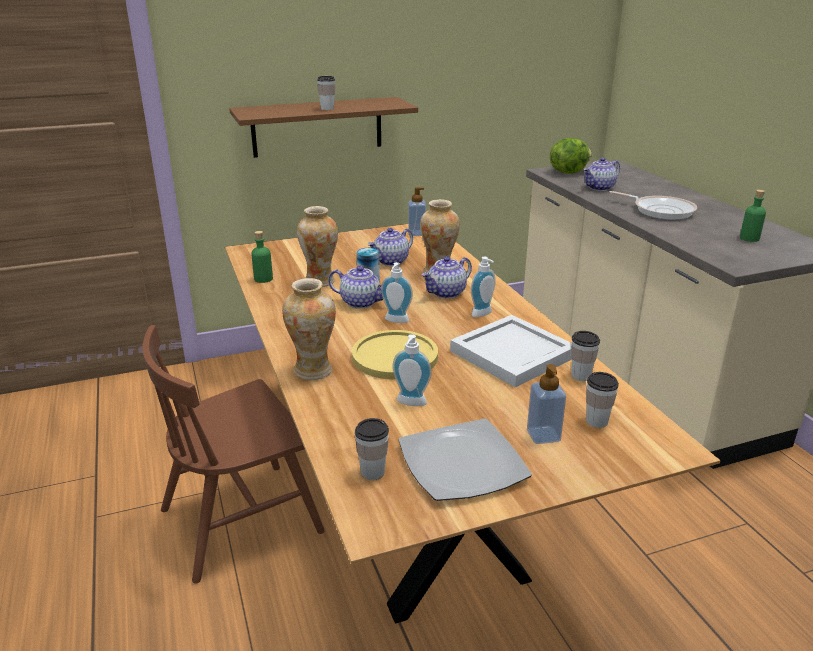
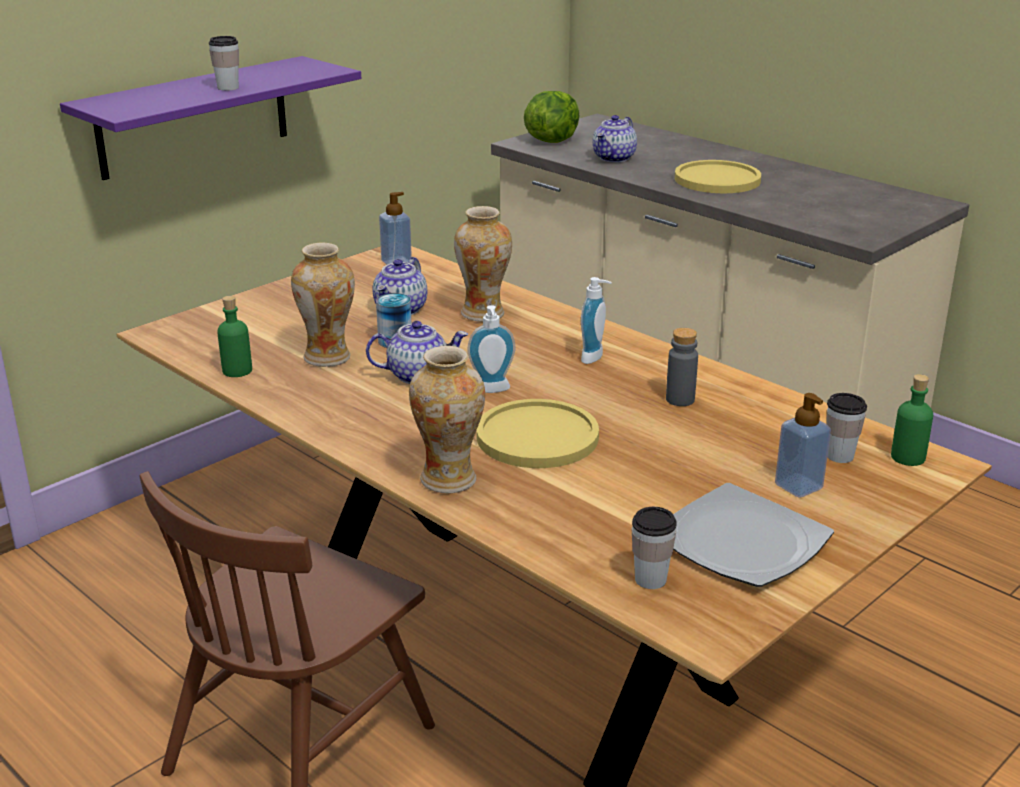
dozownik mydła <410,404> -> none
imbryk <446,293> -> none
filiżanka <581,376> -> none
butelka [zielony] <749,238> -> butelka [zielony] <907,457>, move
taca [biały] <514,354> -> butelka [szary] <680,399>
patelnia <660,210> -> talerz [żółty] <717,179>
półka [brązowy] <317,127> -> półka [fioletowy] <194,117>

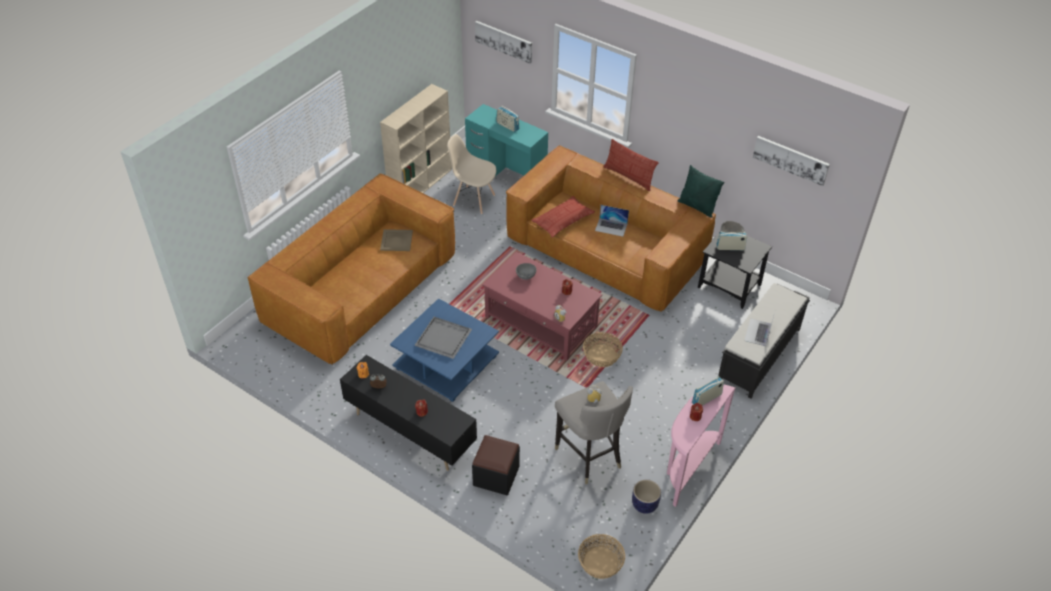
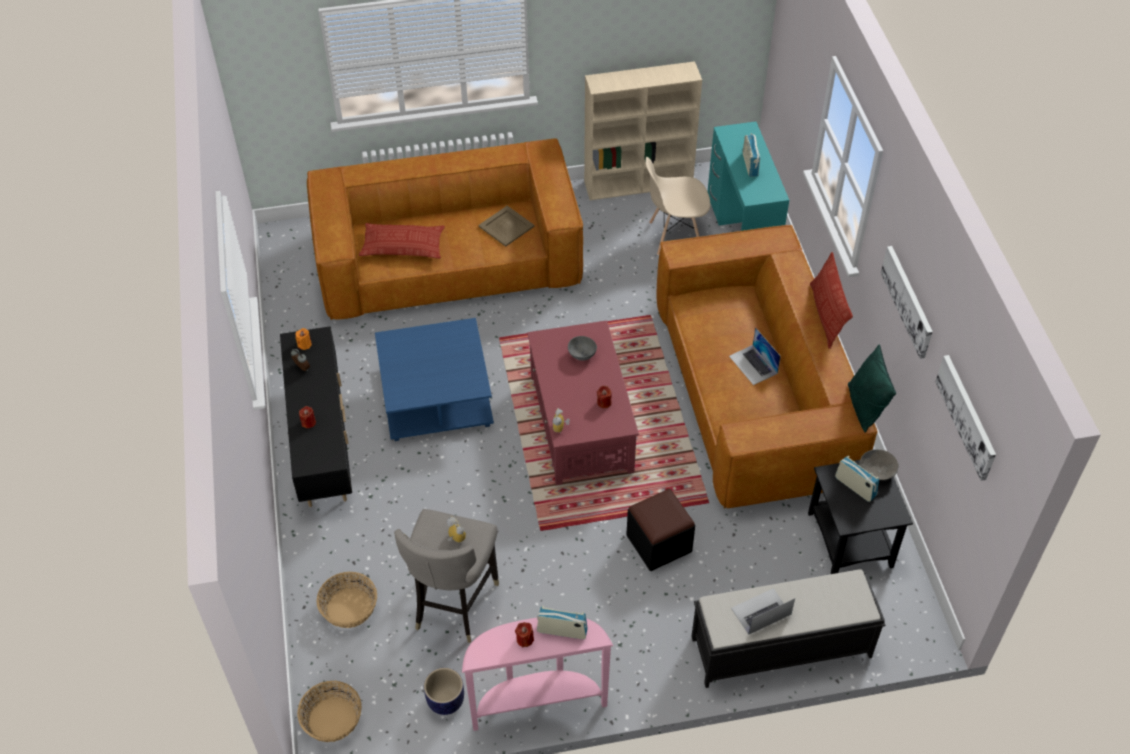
taca [szary] <443,337> -> none
pufa [czarny] <496,476> -> pufa [czarny] <659,543>, move
obraz <504,41> -> obraz <908,300>, move
poduszka <562,220> -> poduszka <403,245>, move
koszyk <601,356> -> koszyk <349,608>, move
krzesło [beżowy] <473,200> -> krzesło [beżowy] <674,236>, 75 degrees counterclockwise

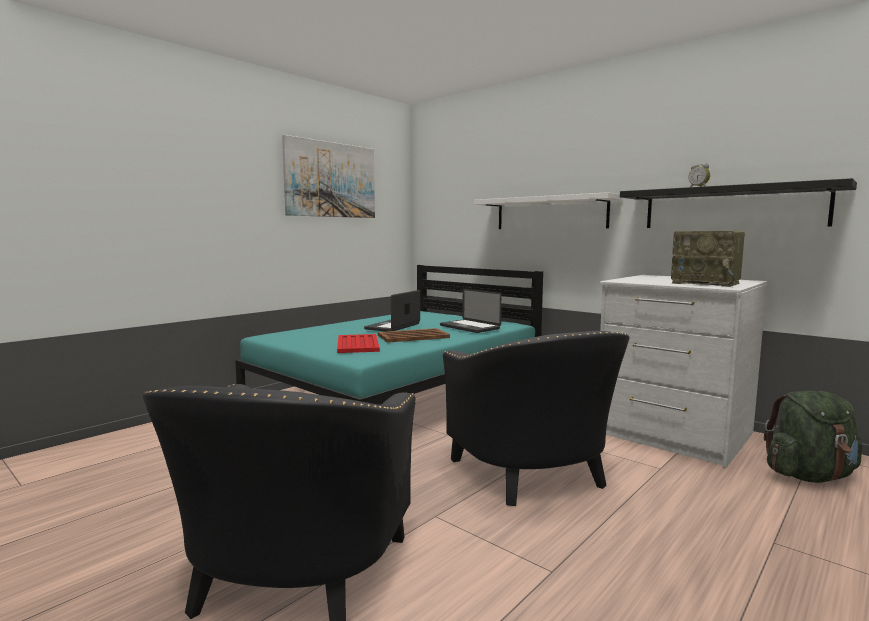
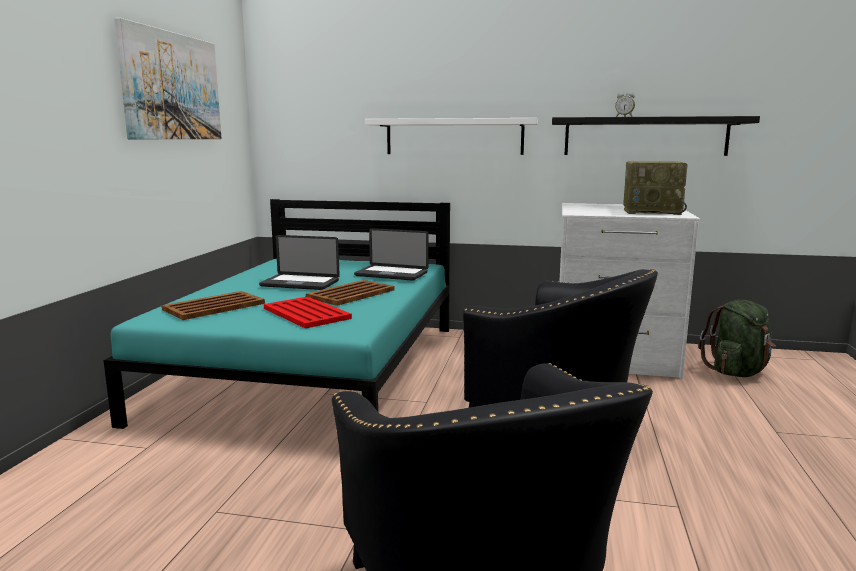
none -> taca [brązowy] <213,306>
laptop <393,326> -> laptop <300,283>, 75 degrees counterclockwise

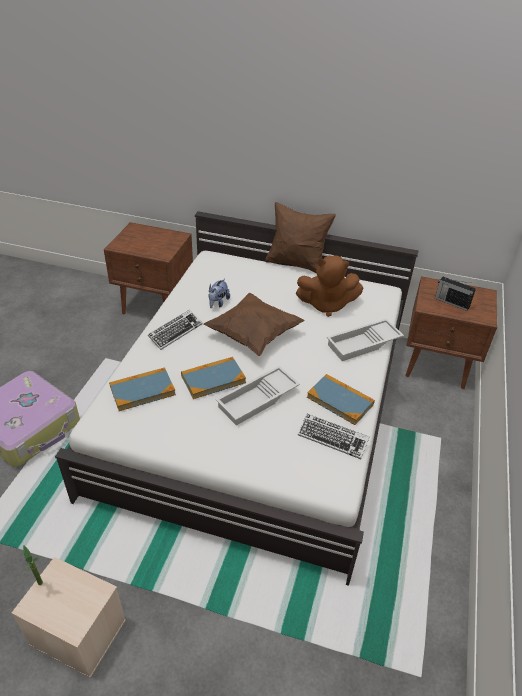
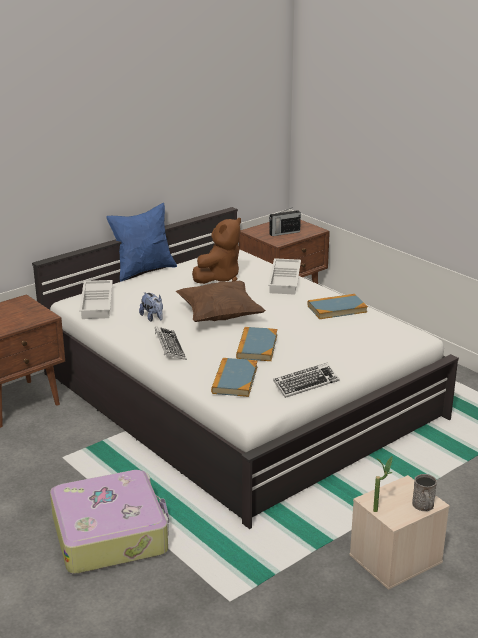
none -> kubek [szary] <423,506>
taca [biały] <258,400> -> taca [biały] <98,304>, move
klawiatura <332,438> -> klawiatura <306,384>, move
poduszka [brązowy] <296,264> -> poduszka [niebieski] <144,270>

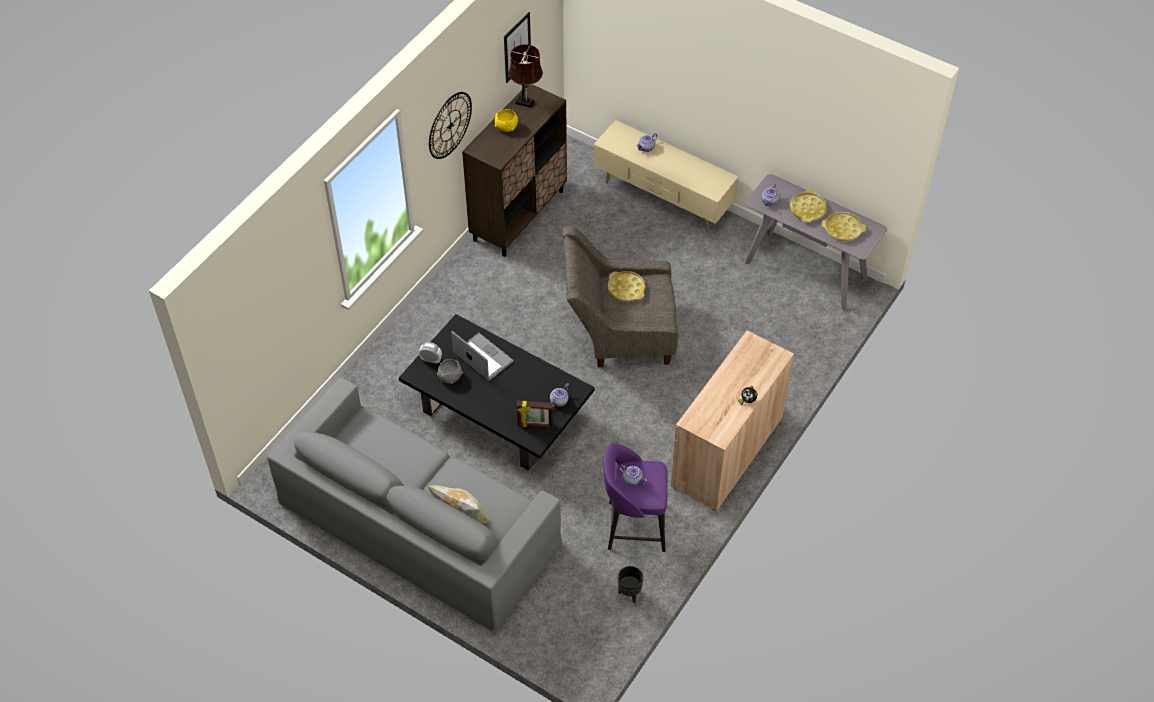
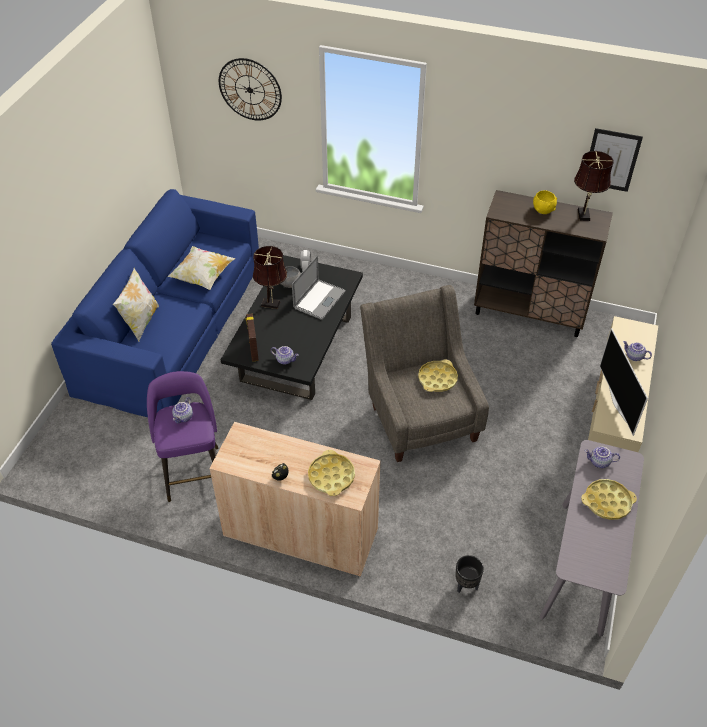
none -> poduszka <202,277>
none -> lampa stołowa [brązowy] <272,304>
none -> telewizor <618,404>
zegar ścienny <450,125> -> zegar ścienny <250,90>, move
donica [czarny] <629,593> -> donica [czarny] <466,585>, move
taca [żółty] <843,229> -> taca [żółty] <331,476>, move
kanapa [szary] <418,522> -> kanapa [niebieski] <171,324>

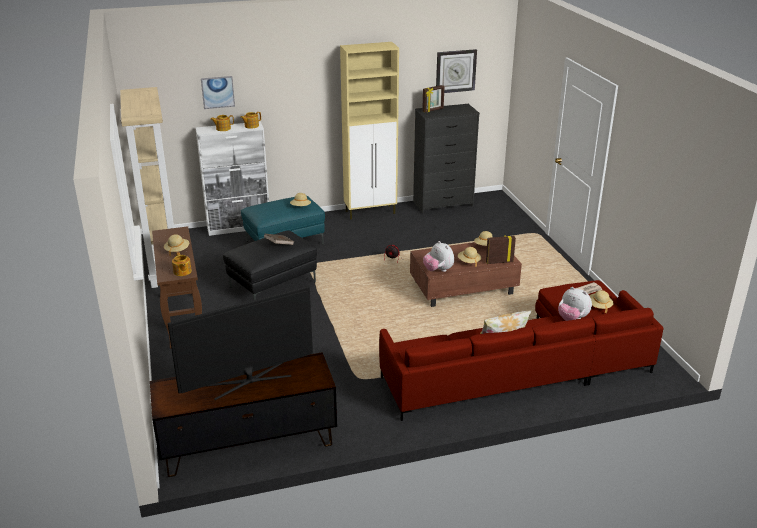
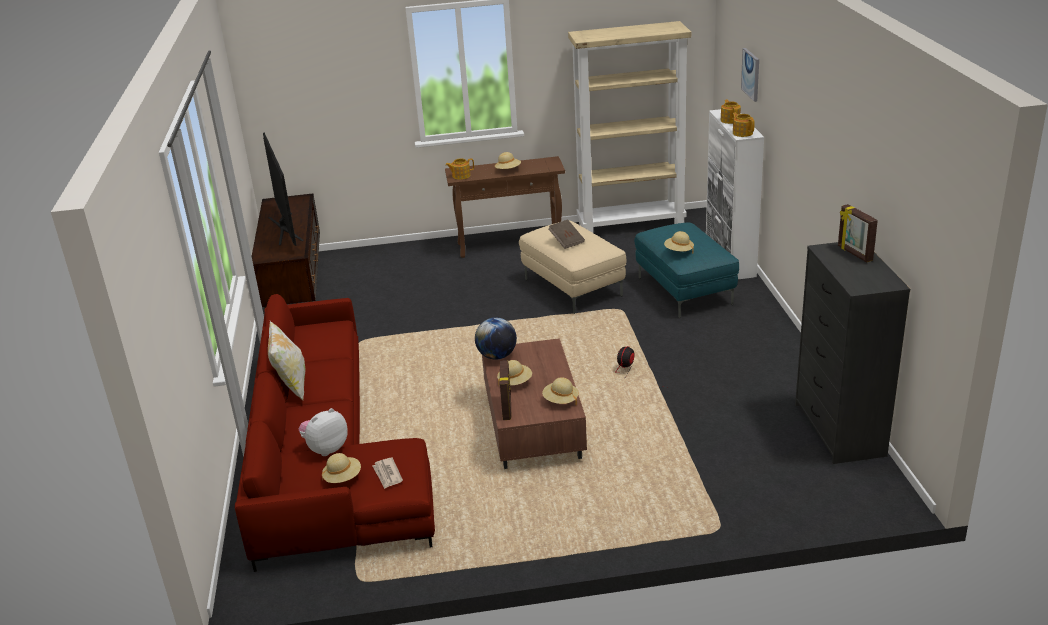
szafka [beżowy] <371,212> -> none
zegar ścienny <455,71> -> none
pluszak <438,270> -> globus <497,356>
pufa [czarny] <272,284> -> pufa [beżowy] <574,287>

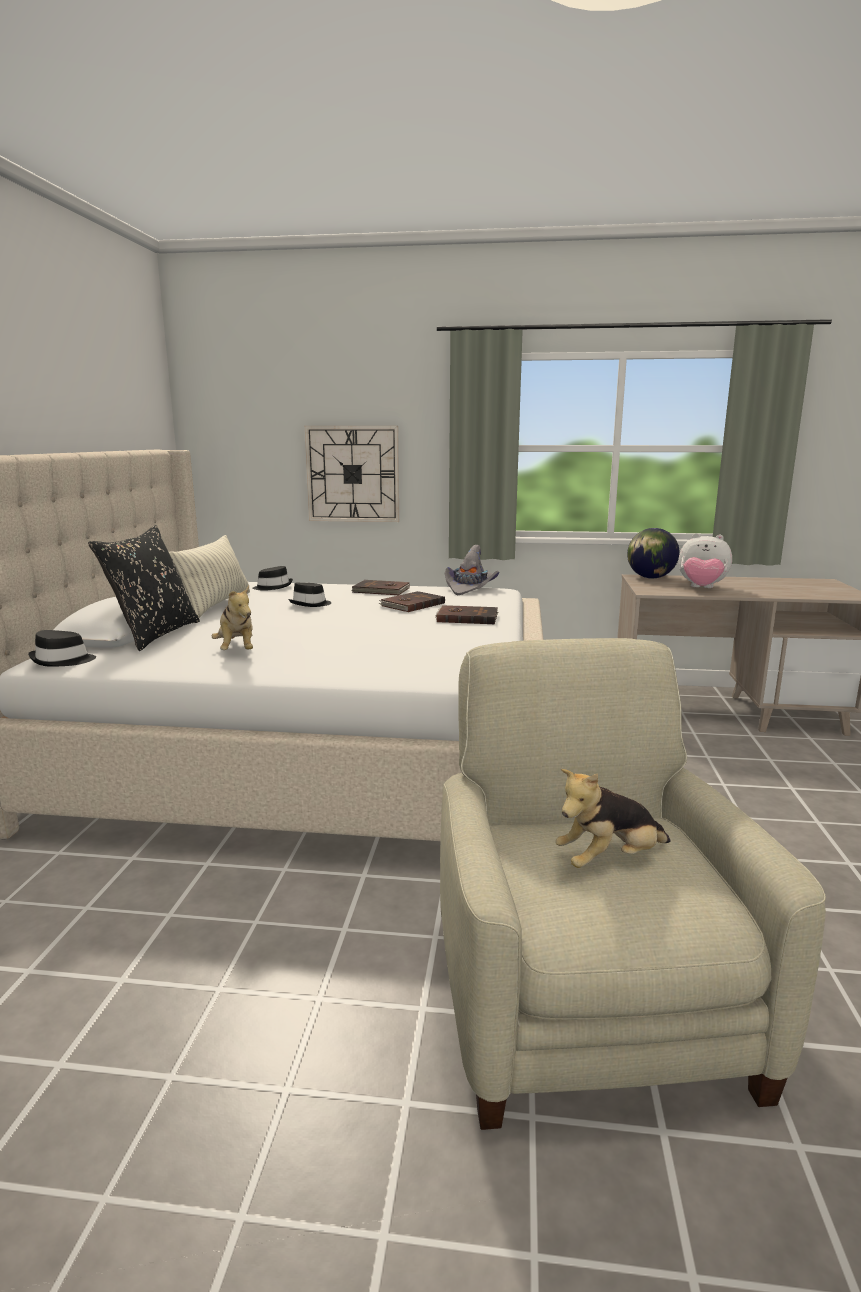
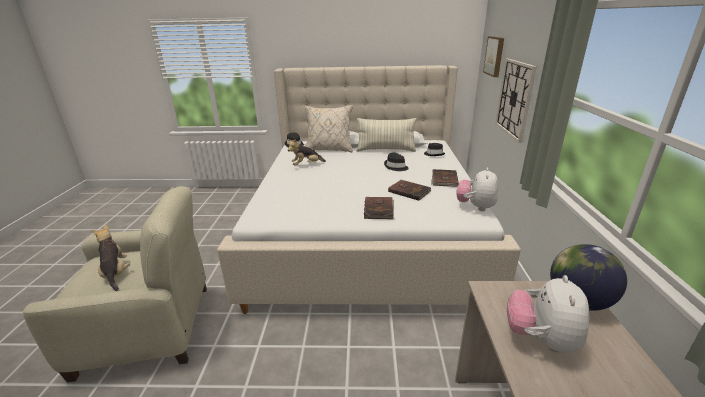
none -> obraz <495,56>
kapelusz [szary] <470,588> -> pluszak <475,207>
poduszka [czarny] <154,635> -> poduszka [beżowy] <329,149>

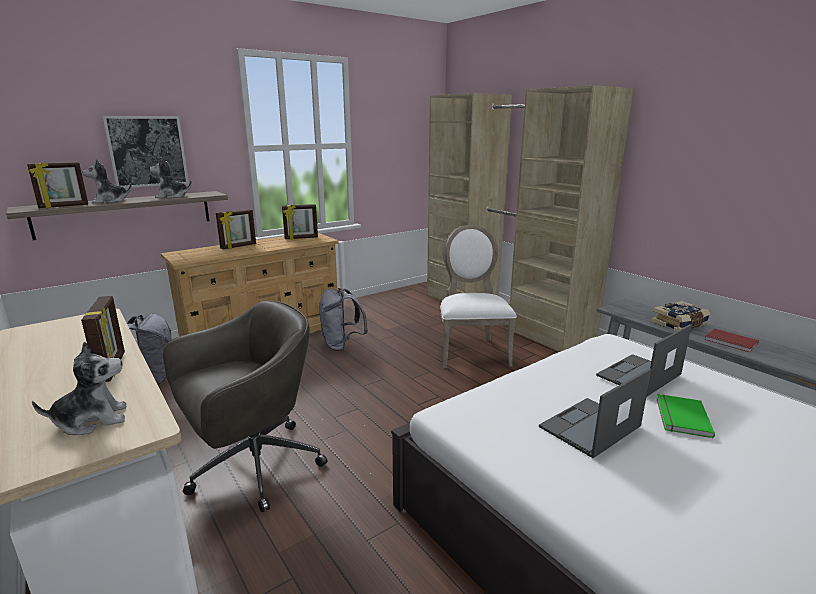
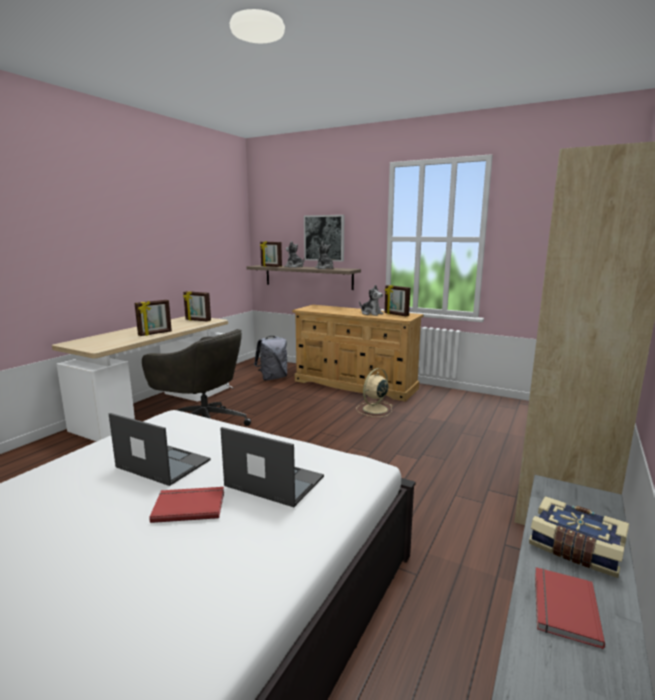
krzesło [biały] <471,351> -> none
pluszak <92,420> -> pluszak <371,313>, move
ramka na zdjęcie <238,246> -> ramka na zdjęcie <197,320>, move
plecak [szary] <341,345> -> wentylator [beżowy] <374,409>
książka [zielony] <680,417> -> książka [czerwony] <189,505>

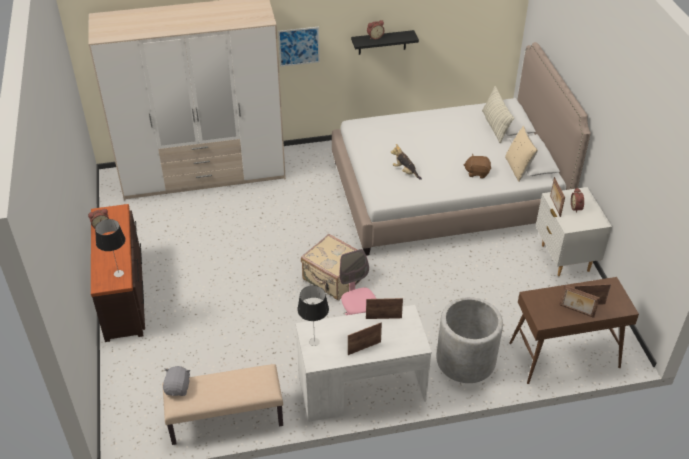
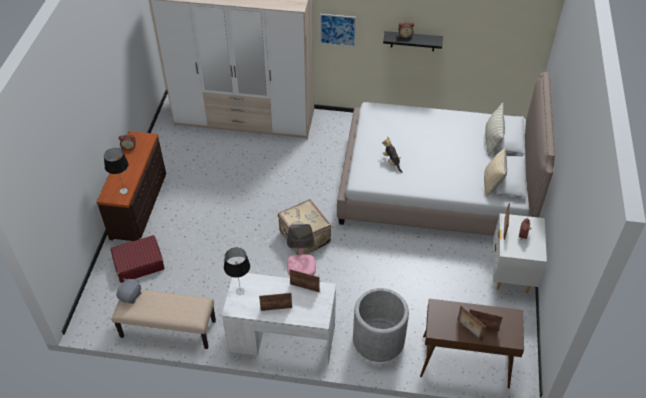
pluszak [brązowy] <477,172> -> none
none -> walizka [czerwony] <138,263>

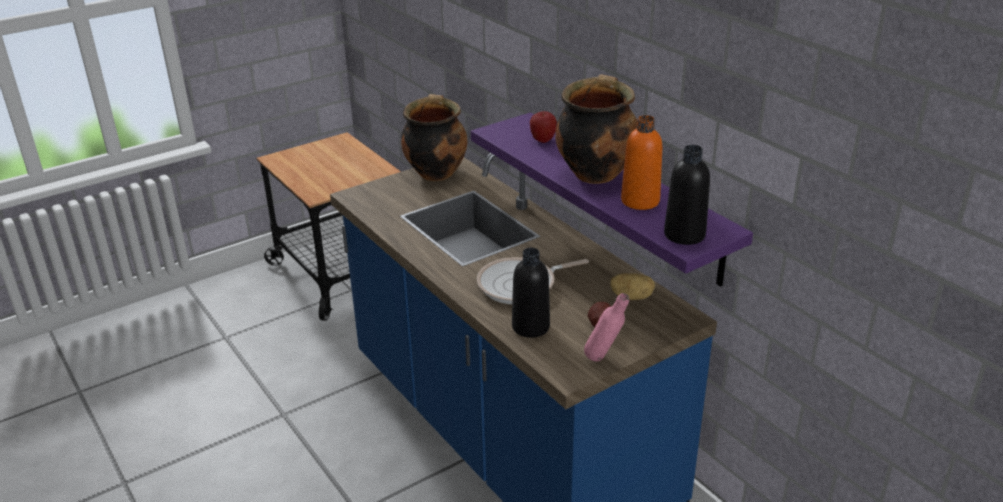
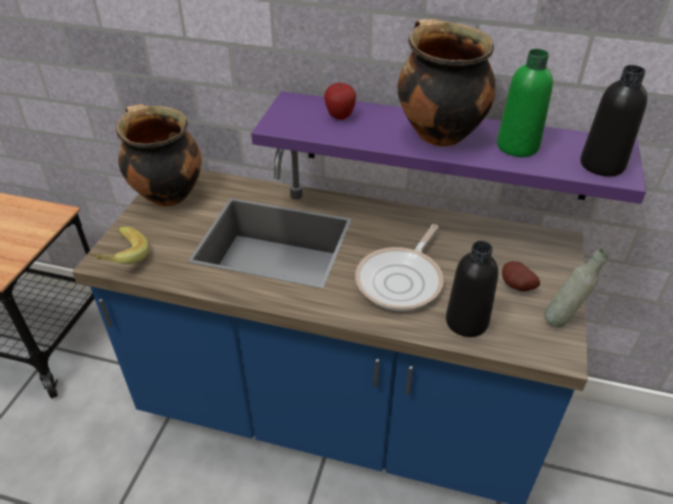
ziemniak <632,297> -> none
none -> banan <119,258>
butelka [różowy] <604,359> -> butelka [szary] <563,319>
butelka [pomarańczowy] <640,201> -> butelka [zielony] <517,146>

